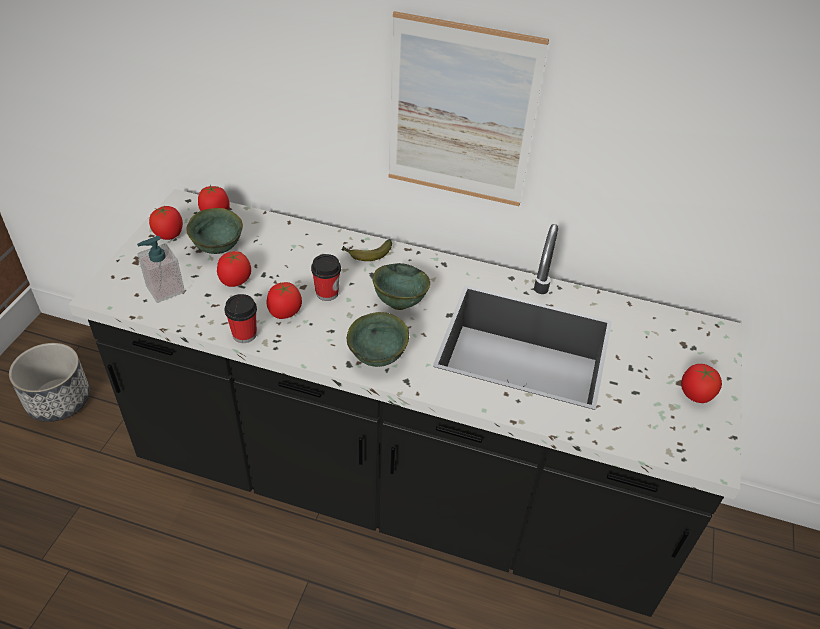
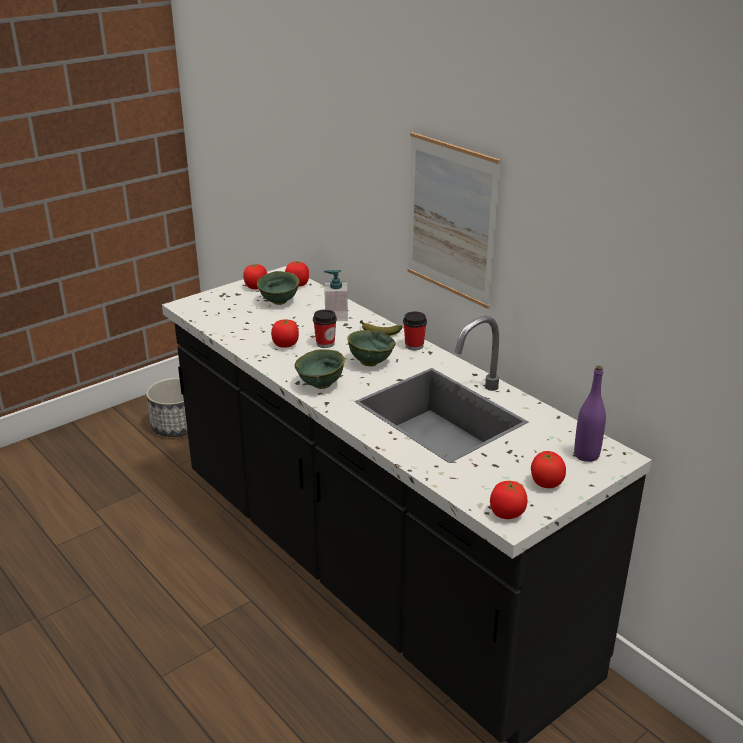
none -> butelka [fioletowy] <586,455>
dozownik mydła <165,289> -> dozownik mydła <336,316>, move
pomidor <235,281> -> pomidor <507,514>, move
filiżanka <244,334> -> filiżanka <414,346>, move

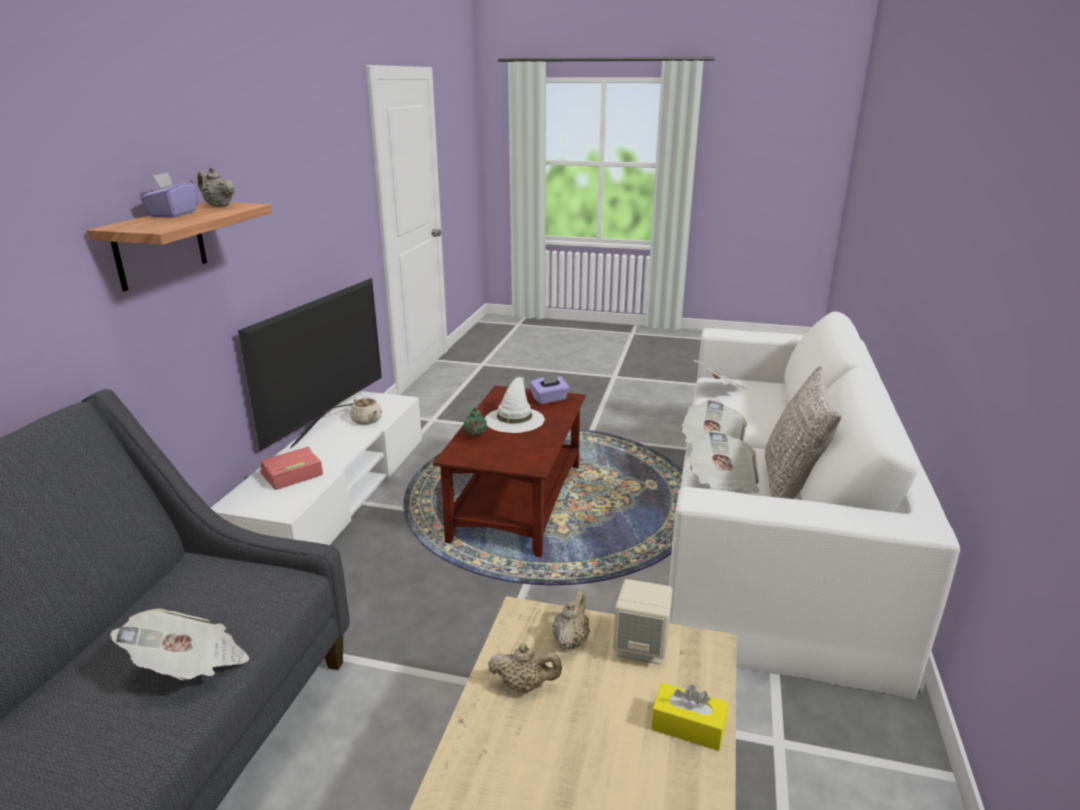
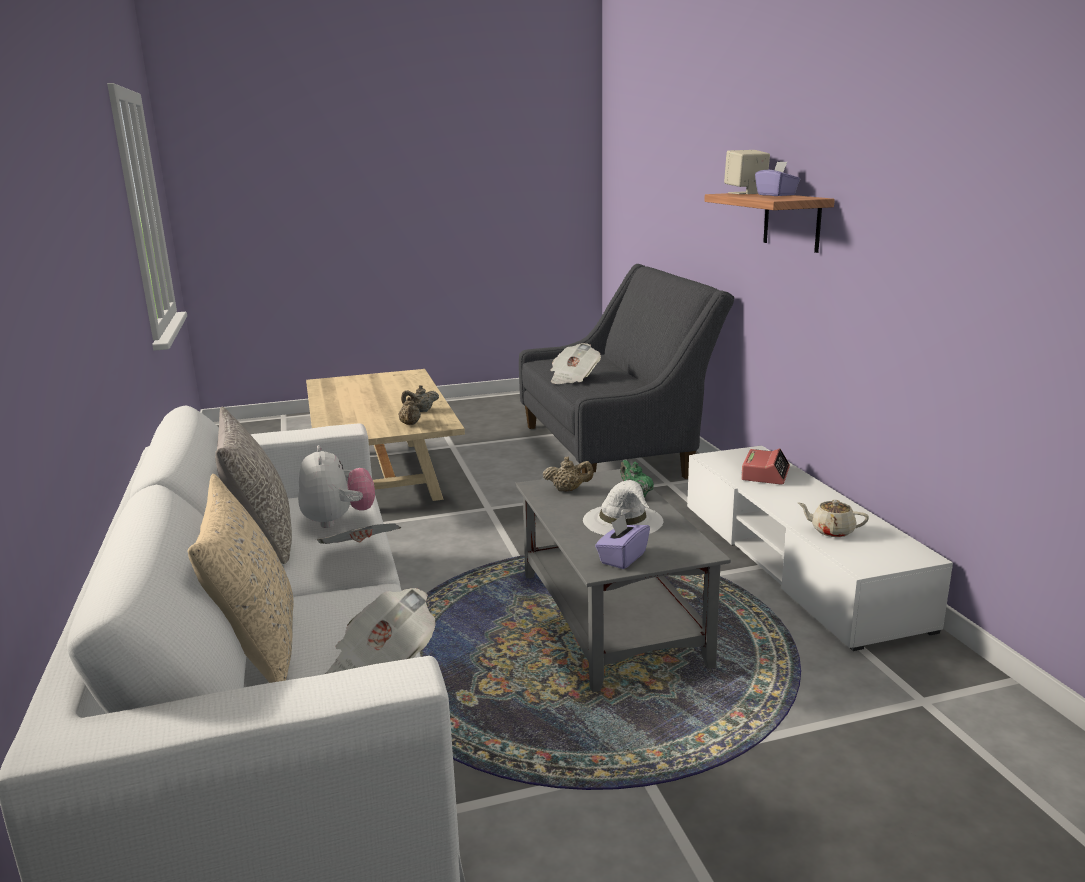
telewizor <327,423> -> none
pudełko chusteczek [żółty] <688,726> -> none
none -> poduszka [beżowy] <257,643>
imbryk [beżowy] <218,205> -> imbryk [beżowy] <568,490>, move
głośnik [beżowy] <641,646> -> głośnik [beżowy] <745,193>, move
gazeta <722,484> -> pluszak <338,520>
ława [brązowy] <518,503> -> ława [szary] <609,617>

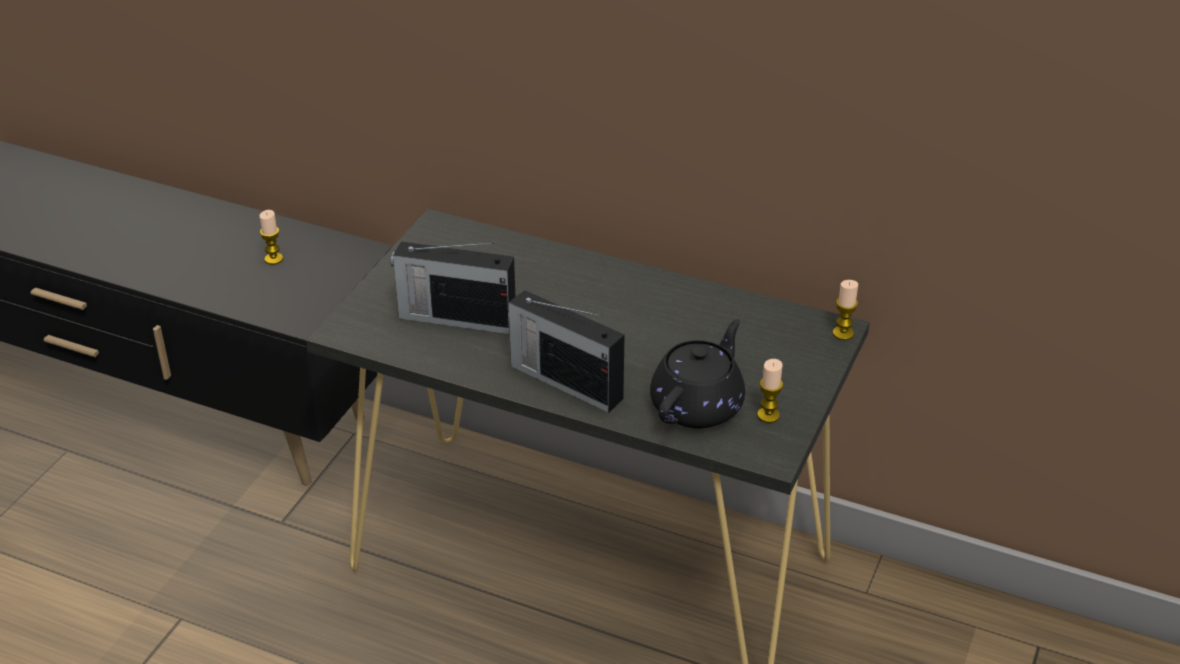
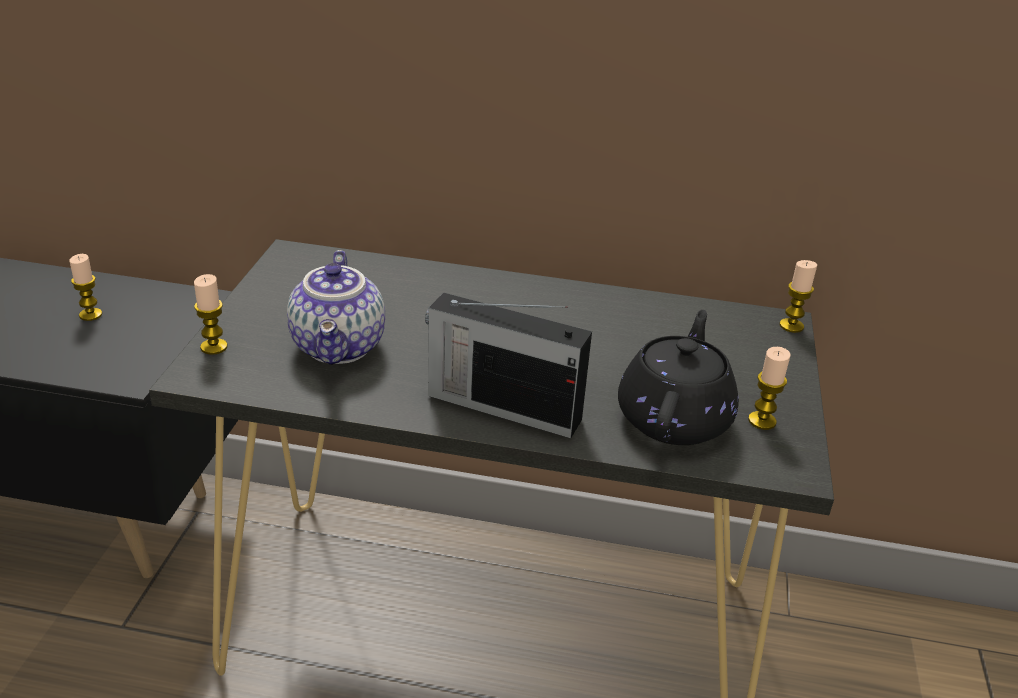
none -> świeca <214,347>
radio <455,318> -> imbryk <340,347>

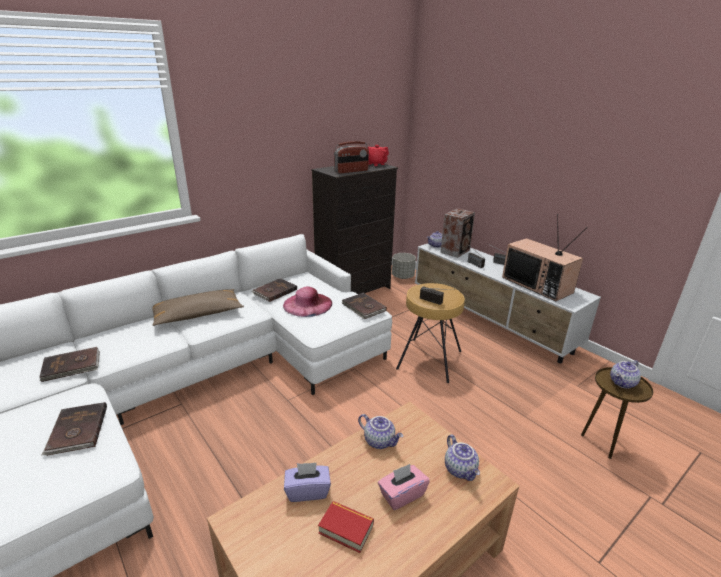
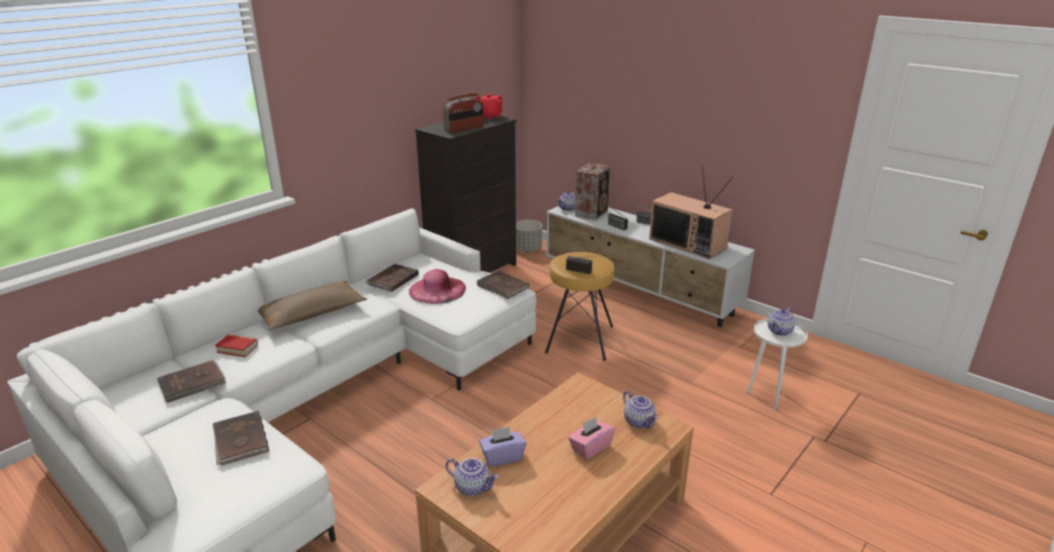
książka <346,529> -> książka <237,349>, move
imbryk <380,441> -> imbryk <473,487>, move
stolik [brązowy] <602,443> -> stolik [biały] <767,397>

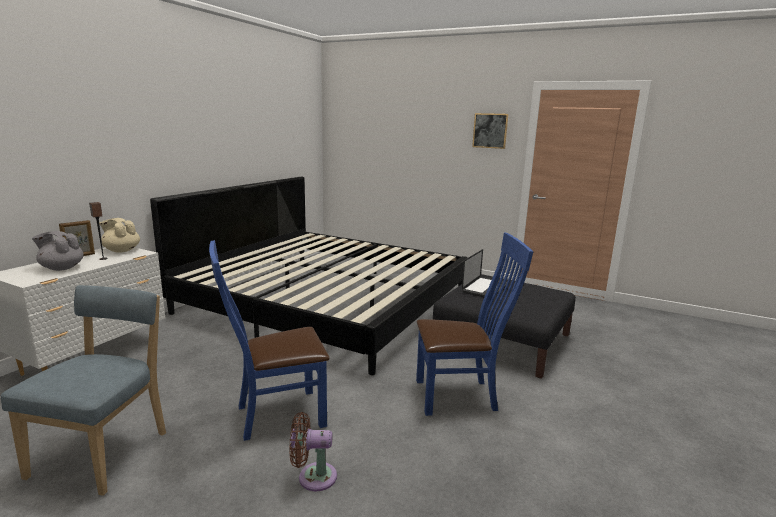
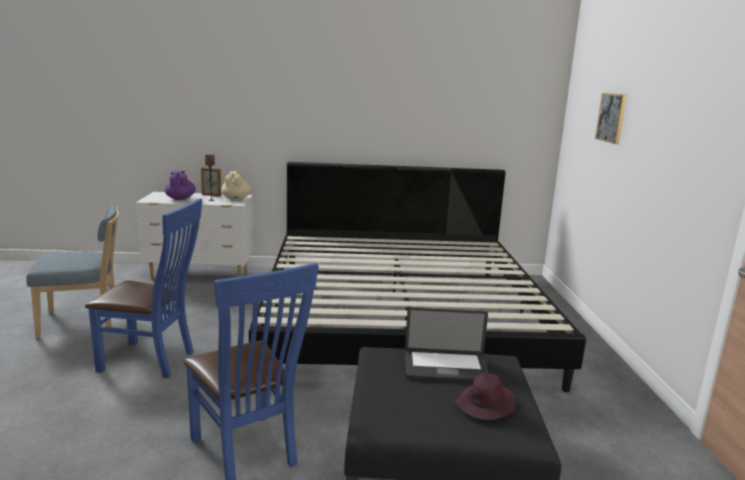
wentylator [brązowy] <313,477> -> none
none -> kapelusz [fioletowy] <485,405>
obraz <490,130> -> obraz <611,117>, move
imbryk [szary] <61,268> -> imbryk [fioletowy] <180,198>
krzesło [niebieski] <275,415> -> krzesło [niebieski] <152,361>, 150 degrees clockwise

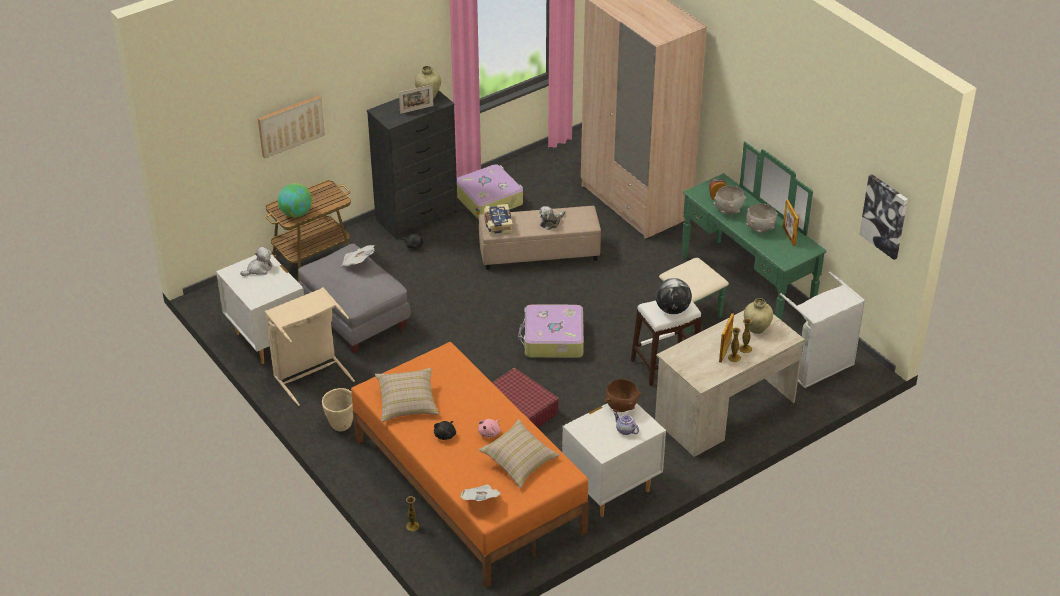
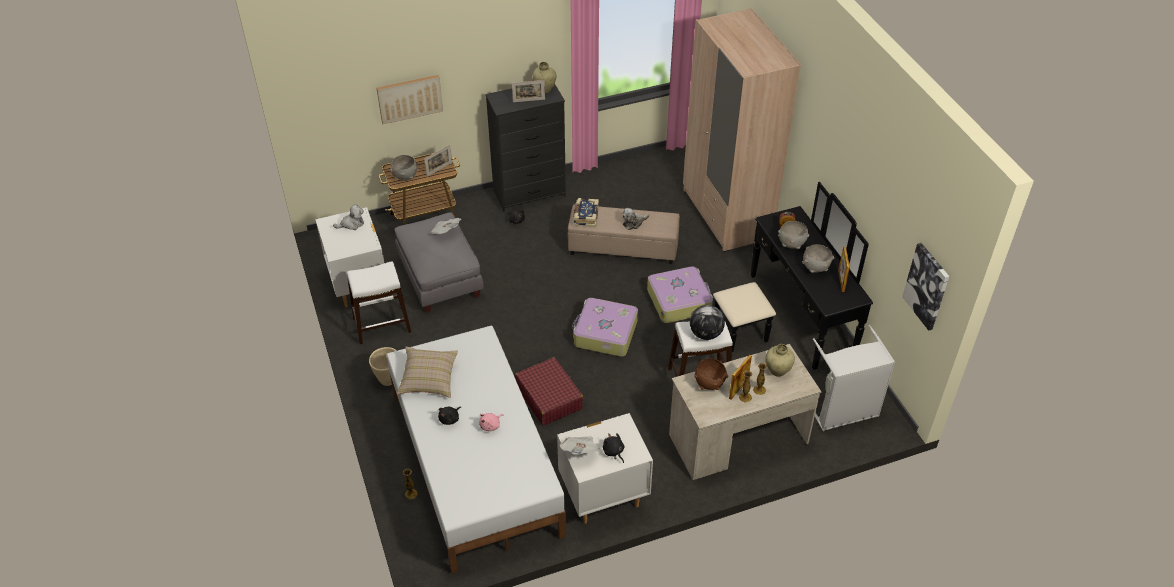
poduszka [beżowy] <519,461> -> none
none -> ramka na zdjęcie <439,169>
walizka <489,199> -> walizka <679,301>, move
gazeta <481,500> -> gazeta <580,451>, move
miska [brązowy] <621,407> -> miska [brązowy] <709,384>, move
kosz na pranie [beżowy] <310,374> -> stołek [biały] <381,325>
globus <296,213> -> miska [szary] <405,177>
imbryk <625,430> -> pluszak [czarny] <613,452>
łóżko [pomarańczowy] <467,486> -> łóżko [biały] <475,464>
komoda [zielony] <734,292> -> komoda [czarny] <787,319>

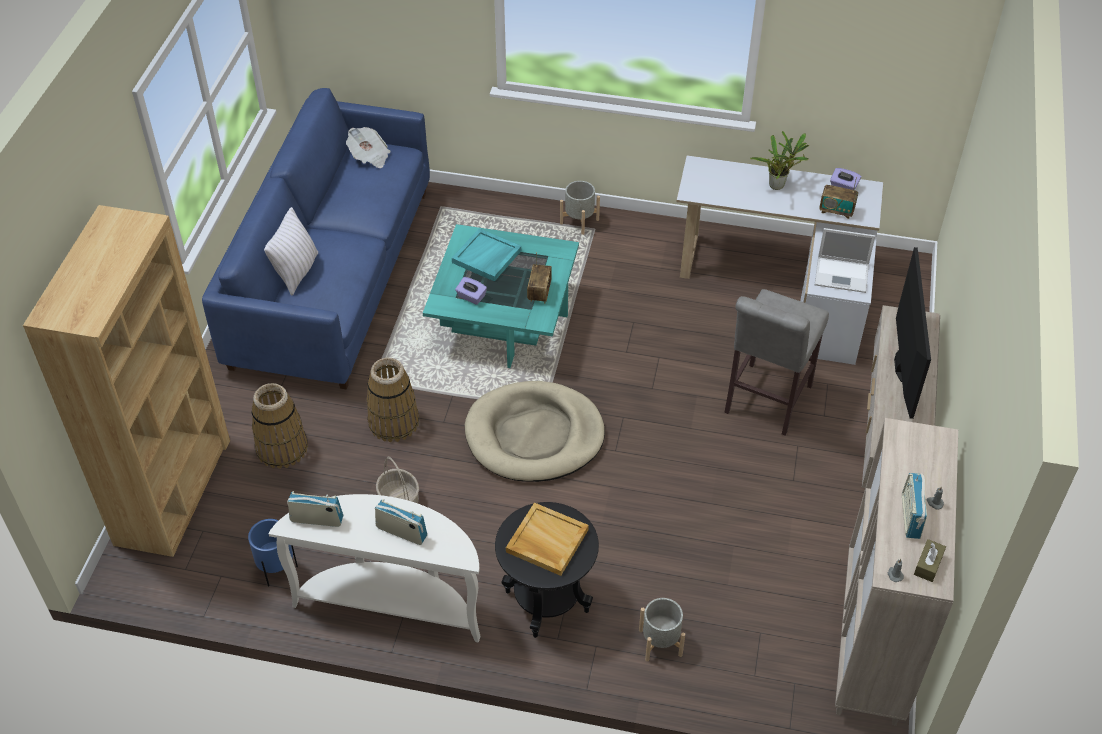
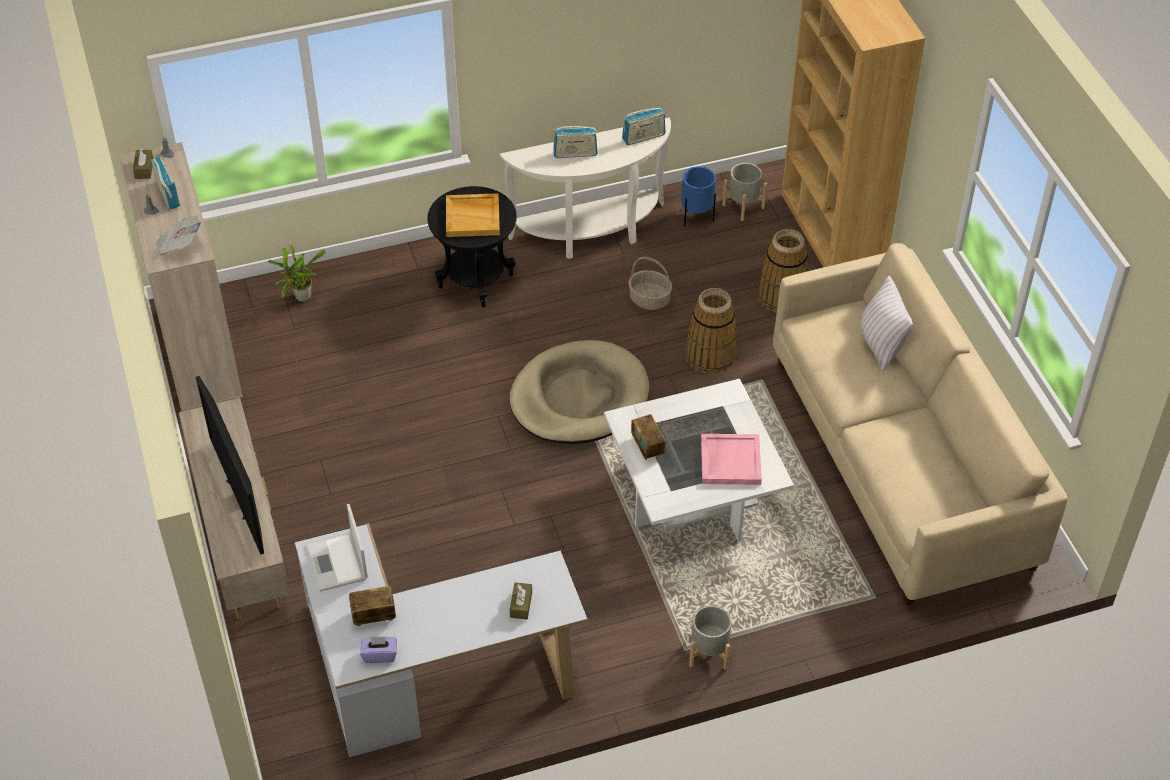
pudełko chusteczek [fioletowy] <471,297> -> none
stołek [szary] <765,403> -> none
none -> pudełko chusteczek [brązowy] <521,605>
gazeta <369,156> -> gazeta <179,245>, move
donica [szary] <660,642> -> donica [szary] <743,206>, move
roślina doniczkowa <778,185> -> roślina doniczkowa <301,298>, move
kanapa [niebieski] <332,277> -> kanapa [beżowy] <901,462>
ława [turkusowy] <504,321> -> ława [biały] <694,493>
taca [turkusowy] <486,257> -> taca [różowy] <730,461>
laptop <842,275> -> laptop <337,563>, 90 degrees counterclockwise

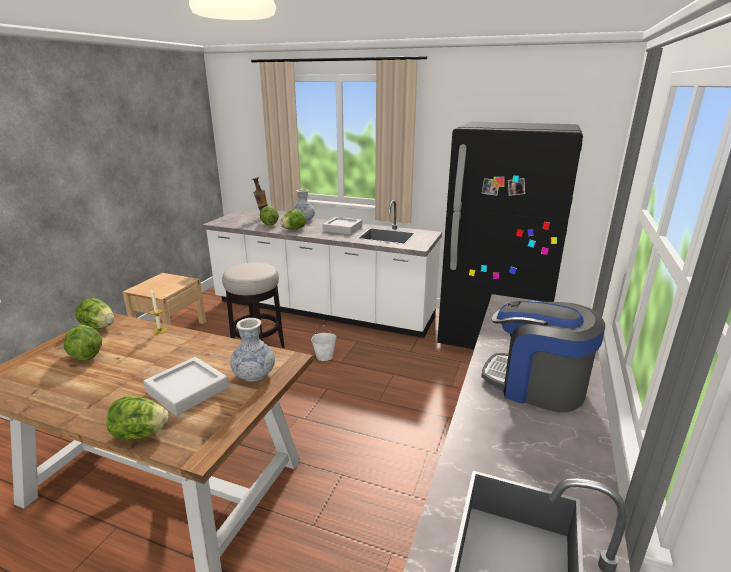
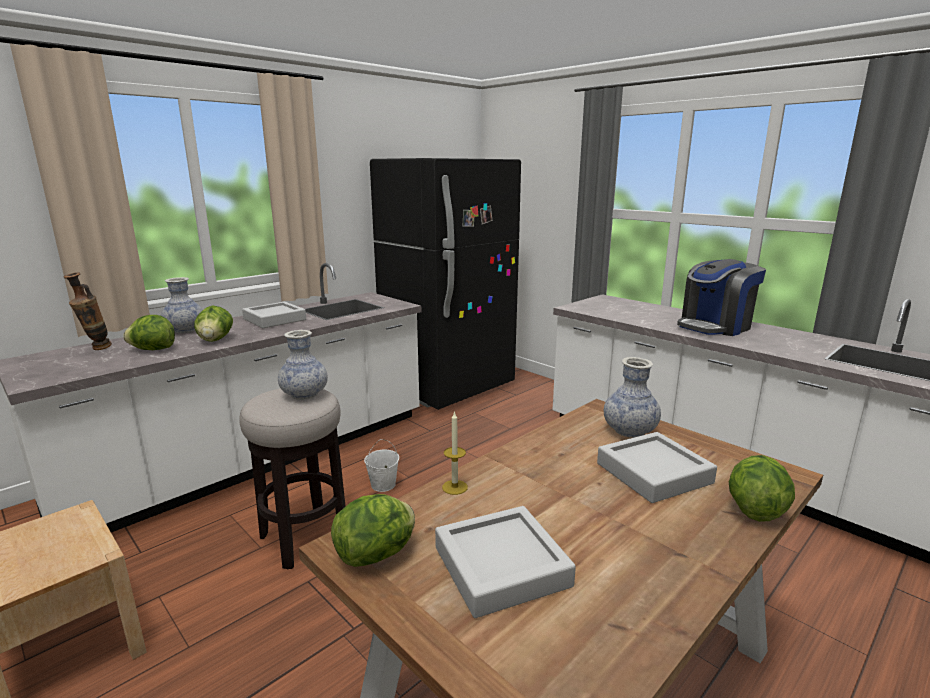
none -> wazon <304,394>
sałata <85,356> -> taca [szary] <501,566>

